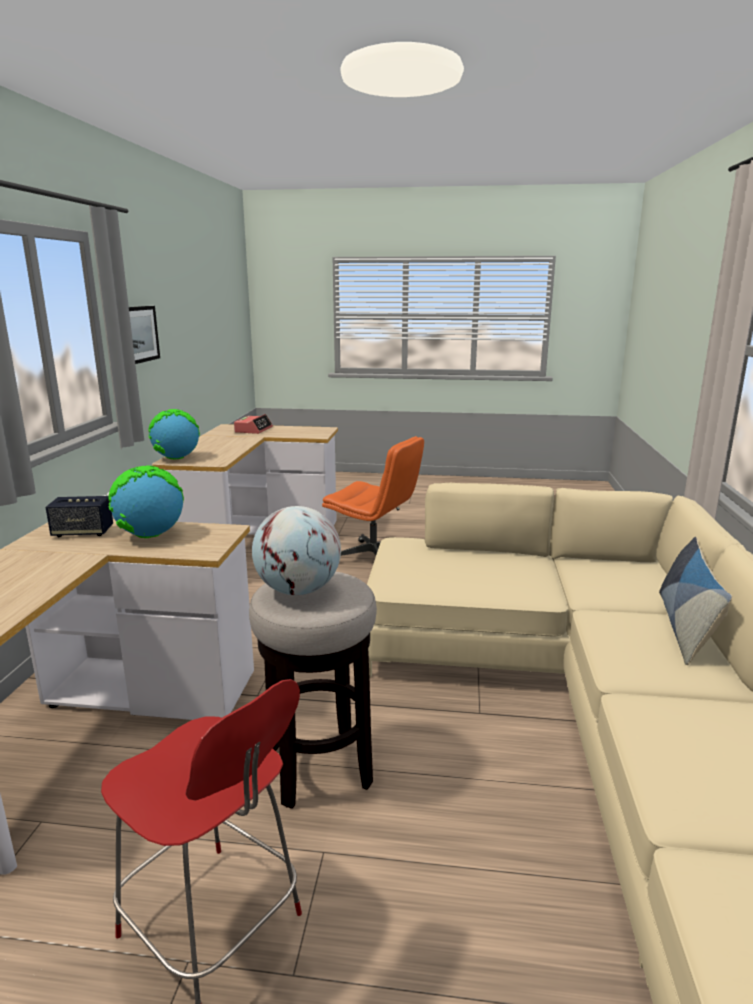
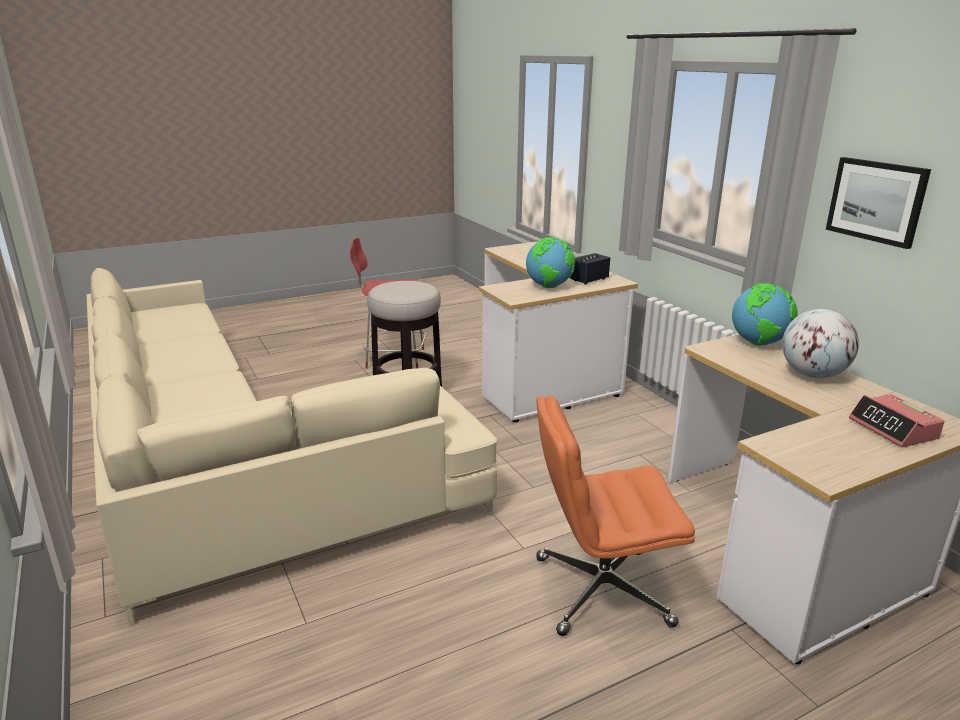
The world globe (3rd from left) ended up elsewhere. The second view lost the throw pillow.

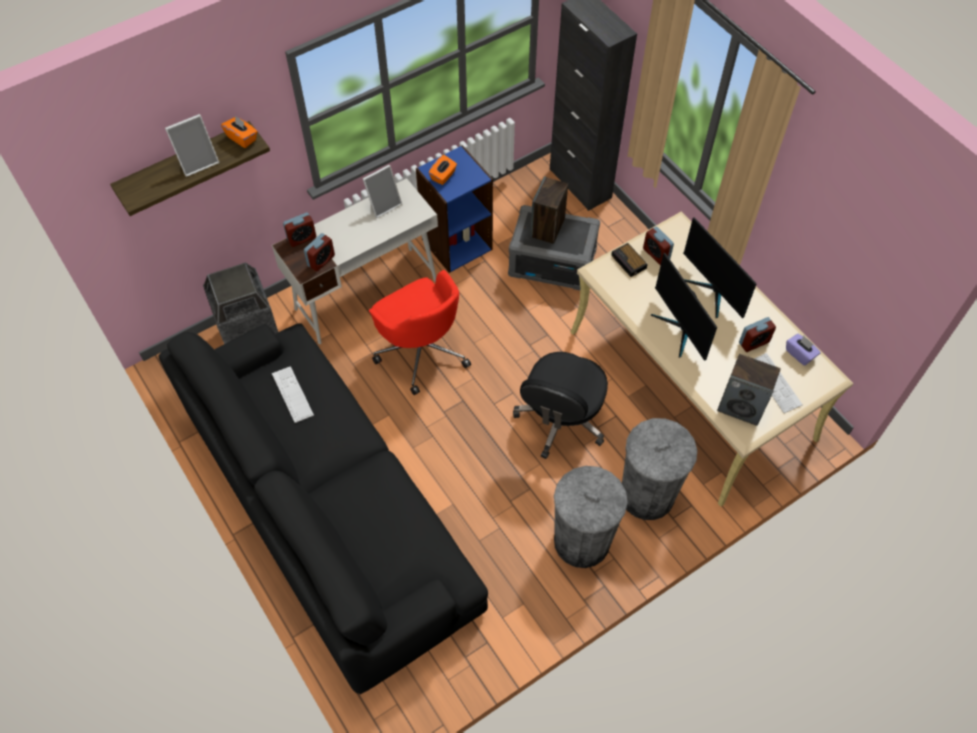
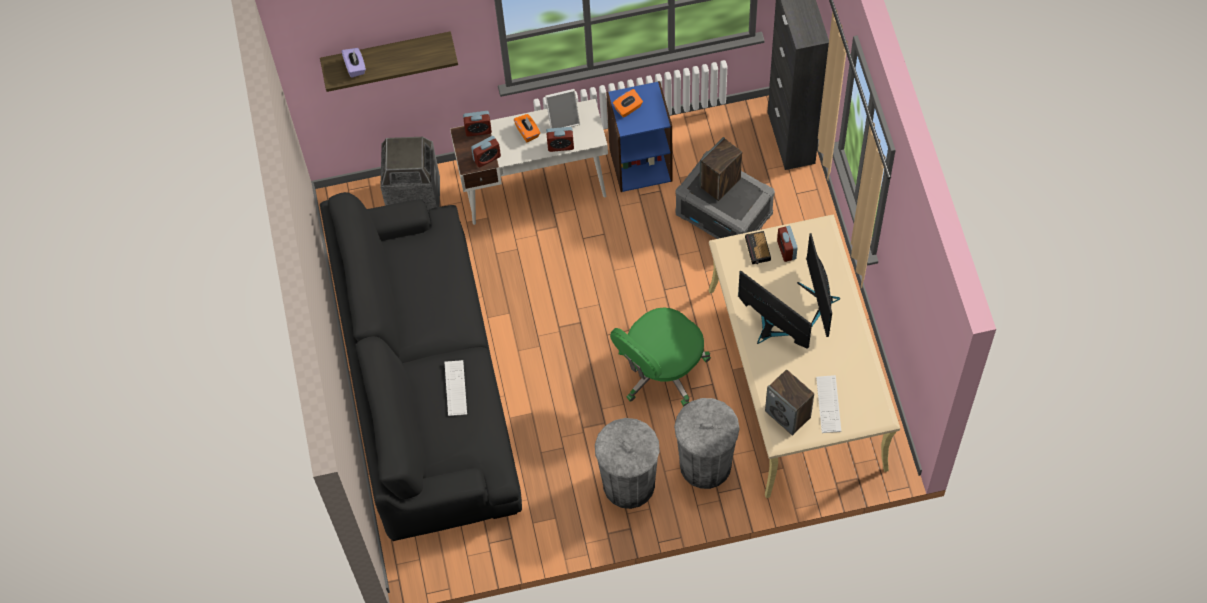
The second view lost the standing frame (1st from left). The orangey tissue holder (1st from left) ended up elsewhere. The monitor (1st from left) ended up facing another way, 135 degrees clockwise from before. The second view lost the red desk chair. The alarm clock (5th from left in the first image) ended up elsewhere. The purple tissue holder ended up elsewhere. What was the blackish desk chair turned into the greenish desk chair. The PC keyboard (1st from left) ended up elsewhere.

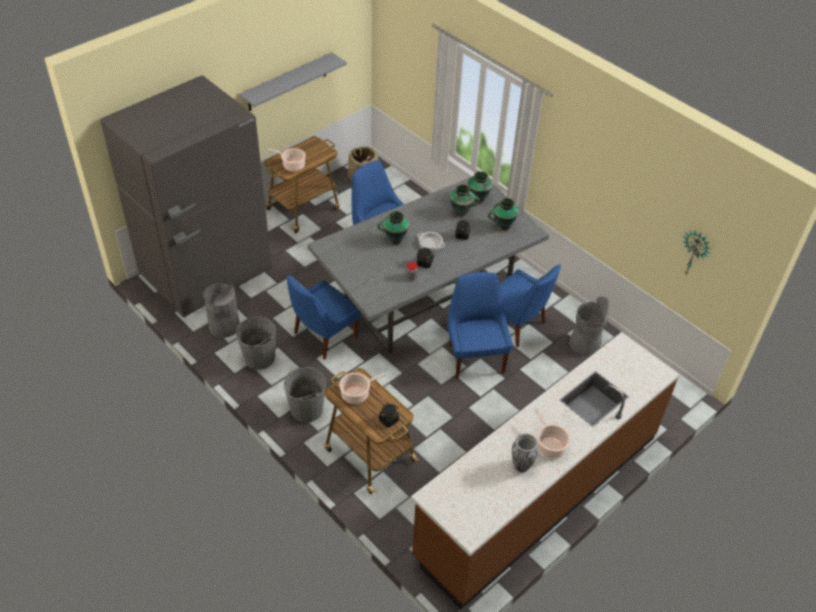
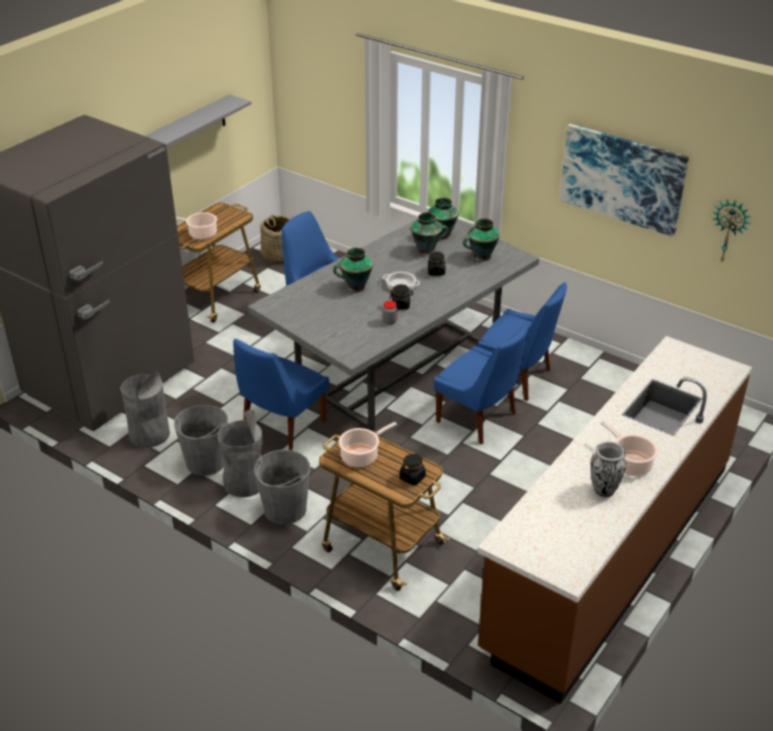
The bluish chair (3rd from left) ended up facing another way, 150 degrees clockwise from before. The greyish trash can (2nd from left) ended up elsewhere. The second view gained the wall picture.

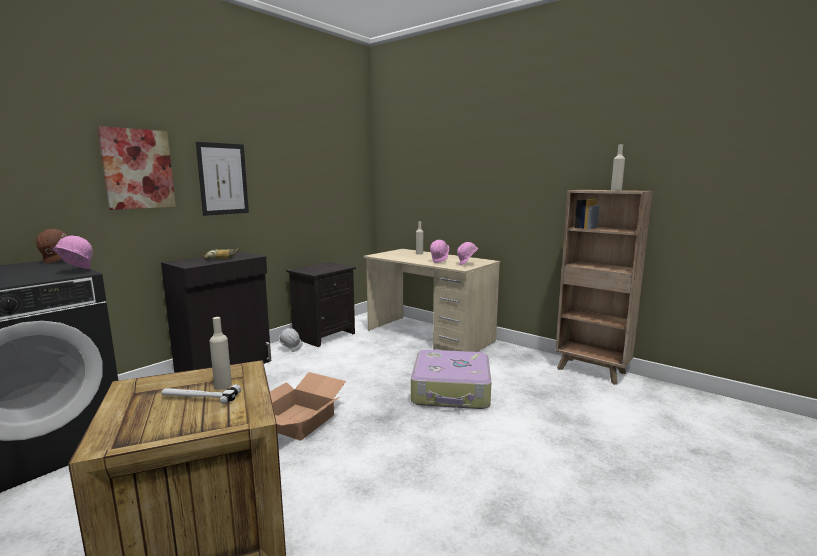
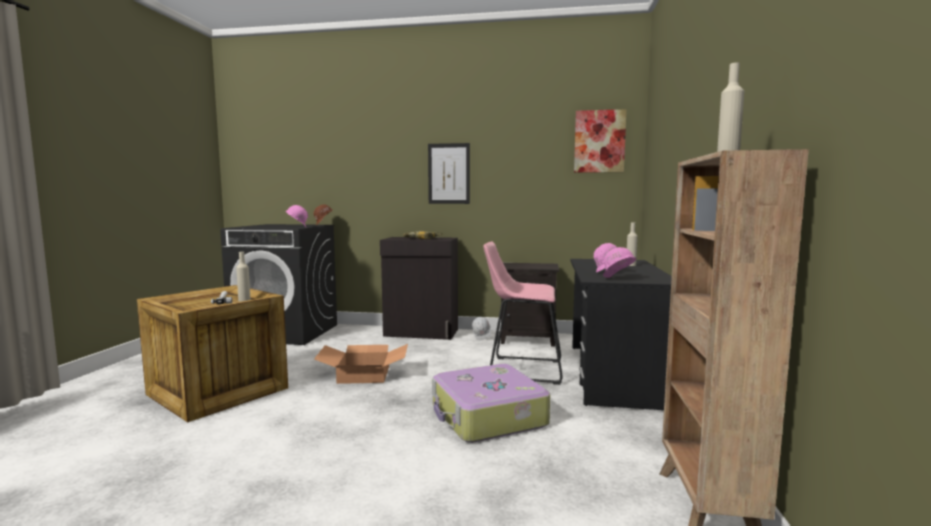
The wall picture (1st from left in the first image) ended up elsewhere. What was the sand-coloured desk turned into the blackish desk. The second view gained the pink-coloured stool.

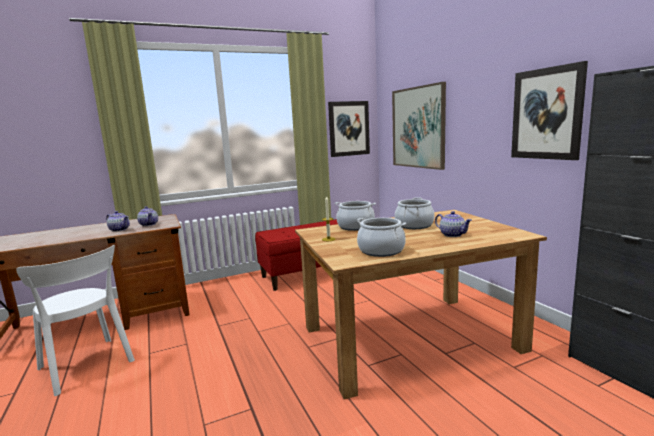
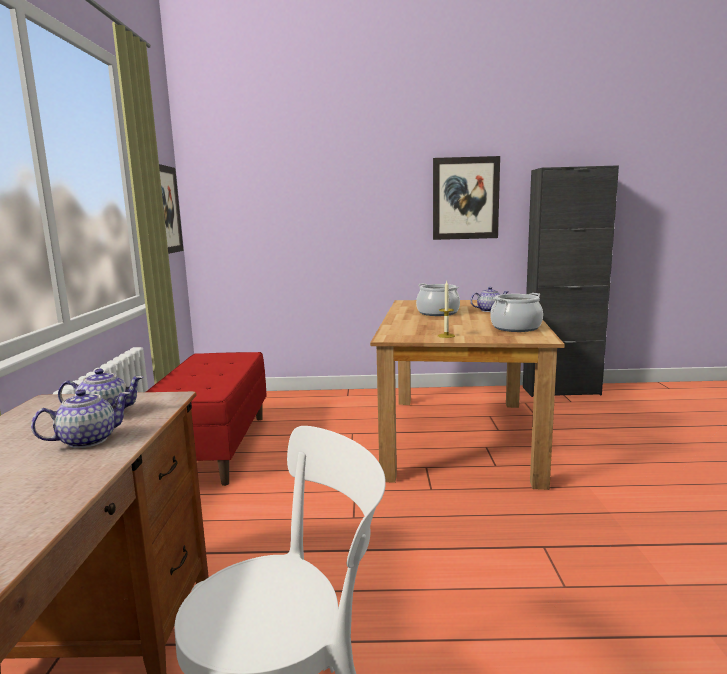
The second view lost the wall picture (2nd from left). The second view lost the cooking pot (1st from left).

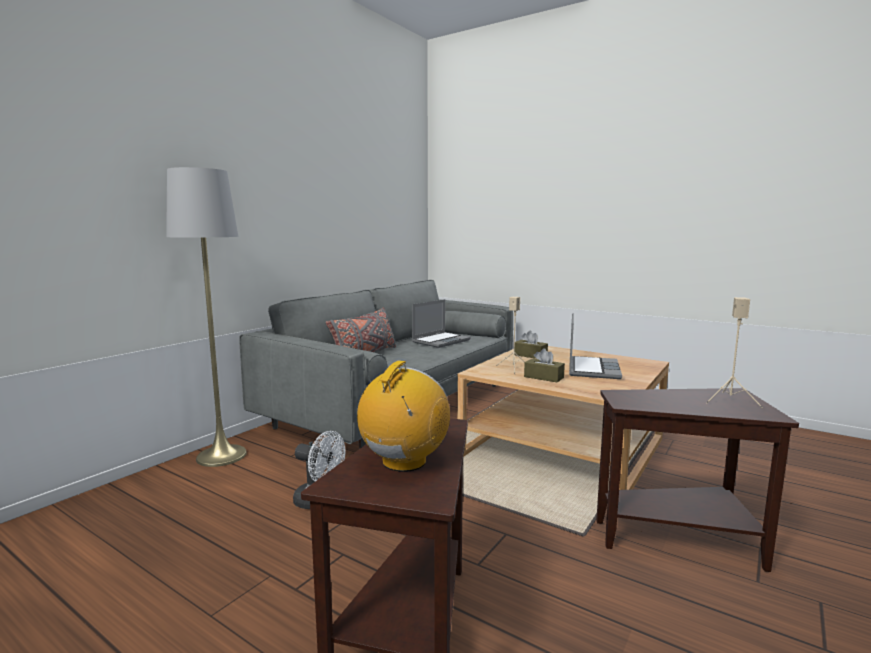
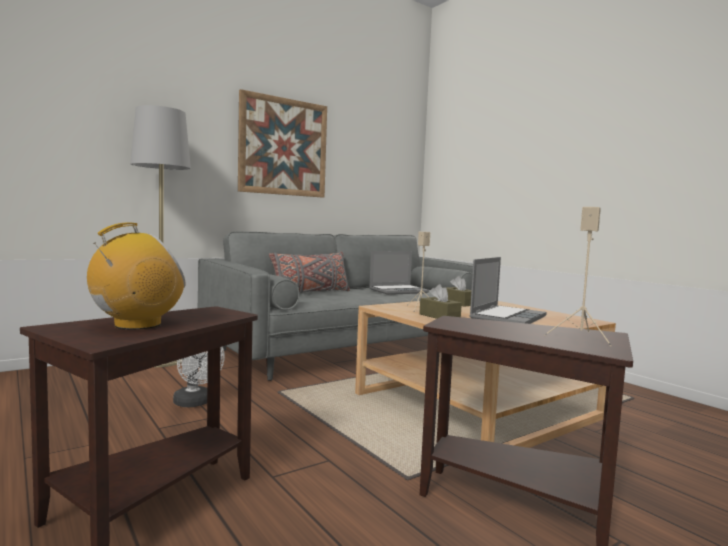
The second view gained the wall picture.

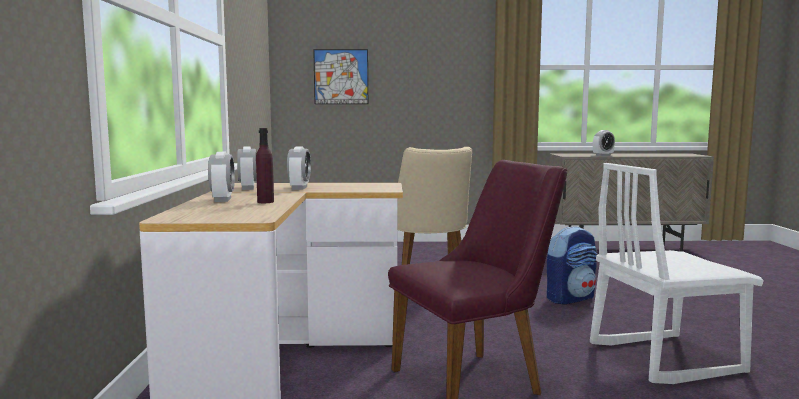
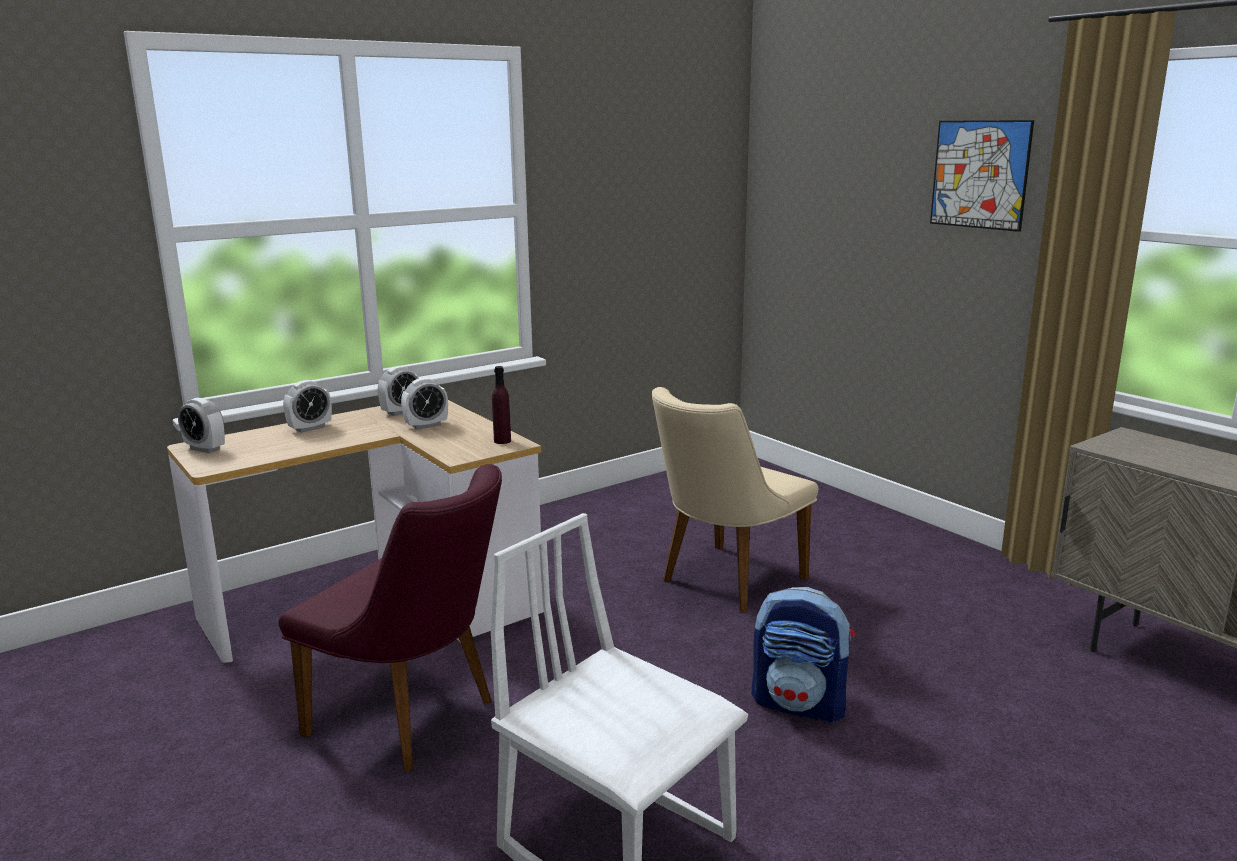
The wall picture ended up elsewhere. The purple drink bottle ended up elsewhere. The alarm clock (4th from left in the first image) ended up elsewhere.

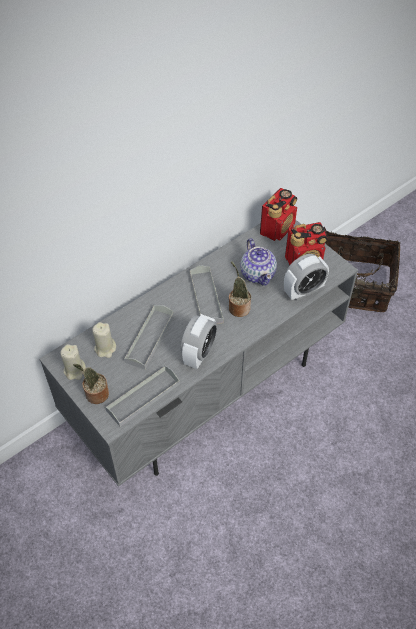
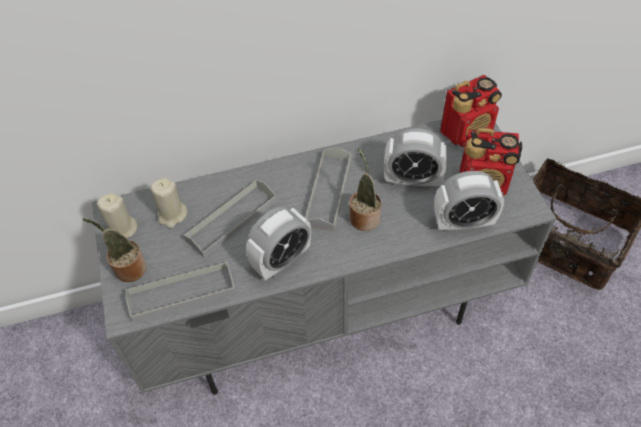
Where the teapot stood, the alarm clock (2nd from left) came to stand.

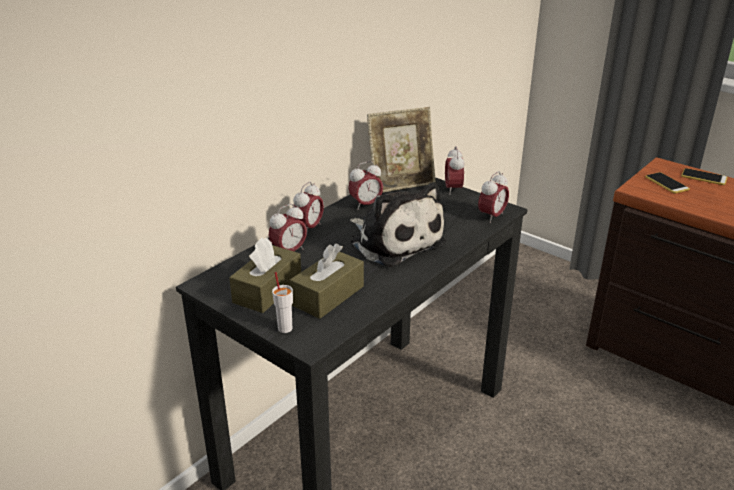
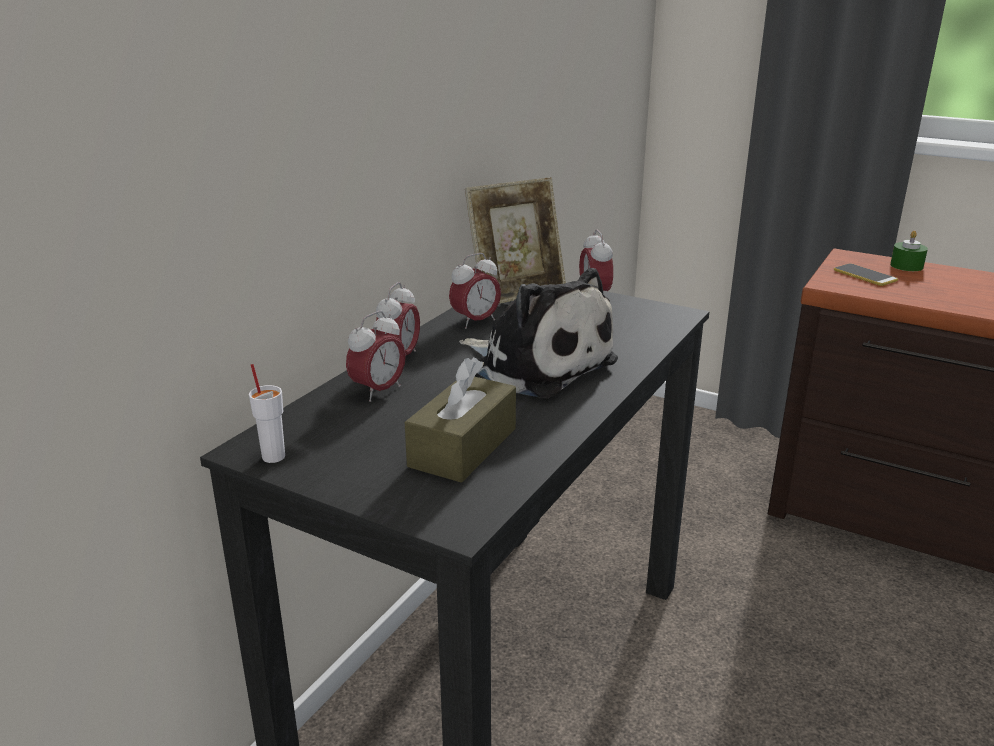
Where the handset (2nd from left) stood, the greenish wax candle came to stand. The second view lost the alarm clock (5th from left). The second view lost the brown tissue holder (1st from left). The white-coloured small cup ended up elsewhere.

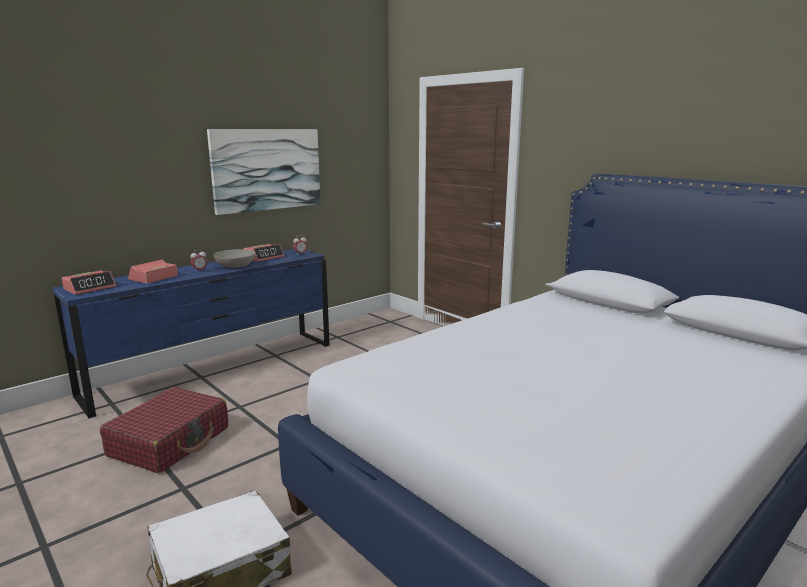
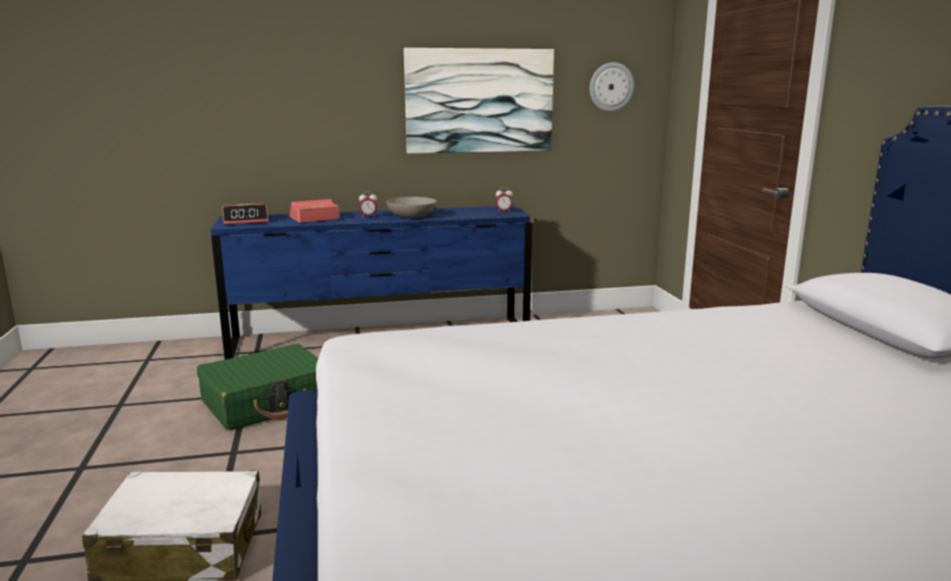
The second view lost the alarm clock (4th from left). What was the red travel case turned into the greenish travel case. The second view gained the wall clock.

